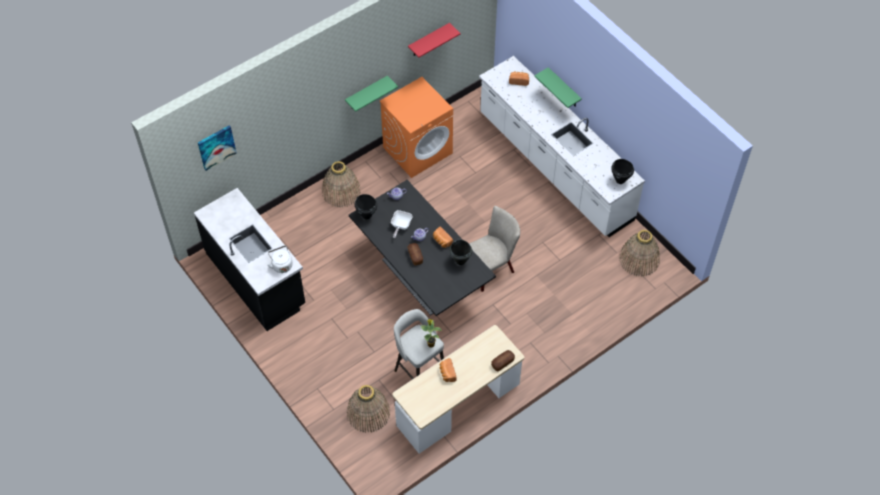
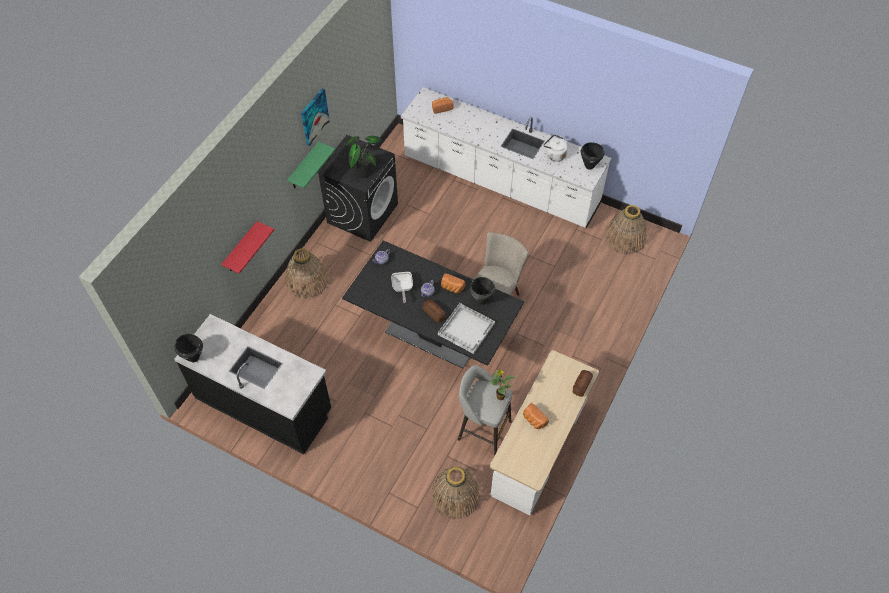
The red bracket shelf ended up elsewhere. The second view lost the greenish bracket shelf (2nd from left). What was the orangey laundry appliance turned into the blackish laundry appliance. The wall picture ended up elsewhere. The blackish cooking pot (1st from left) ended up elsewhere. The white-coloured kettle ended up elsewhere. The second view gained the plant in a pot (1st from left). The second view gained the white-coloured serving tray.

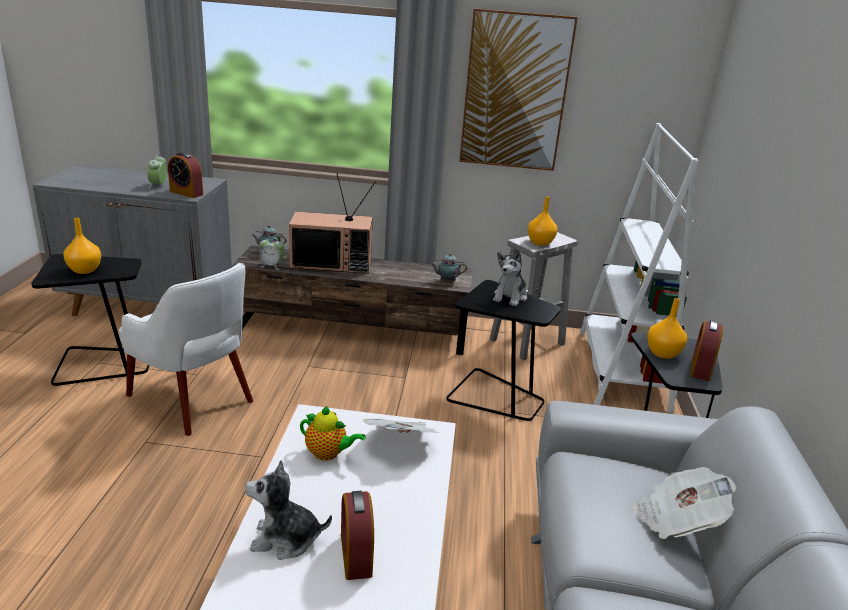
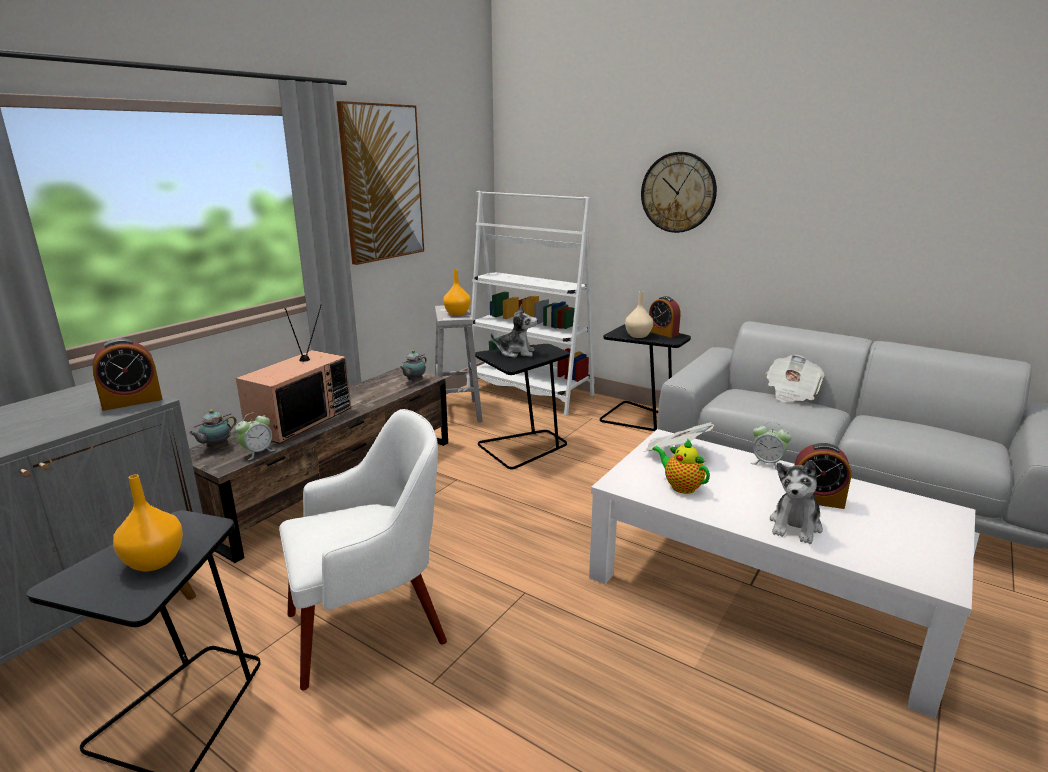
The alarm clock (1st from left in the first image) ended up elsewhere. The cuddly toy (2nd from left in the first image) ended up facing another way, 45 degrees counterclockwise from before. What was the orangey decorative vase (3rd from left) turned into the sand-coloured decorative vase. The teapot (2nd from left in the first image) ended up facing another way, 90 degrees counterclockwise from before. The second view gained the wall clock.

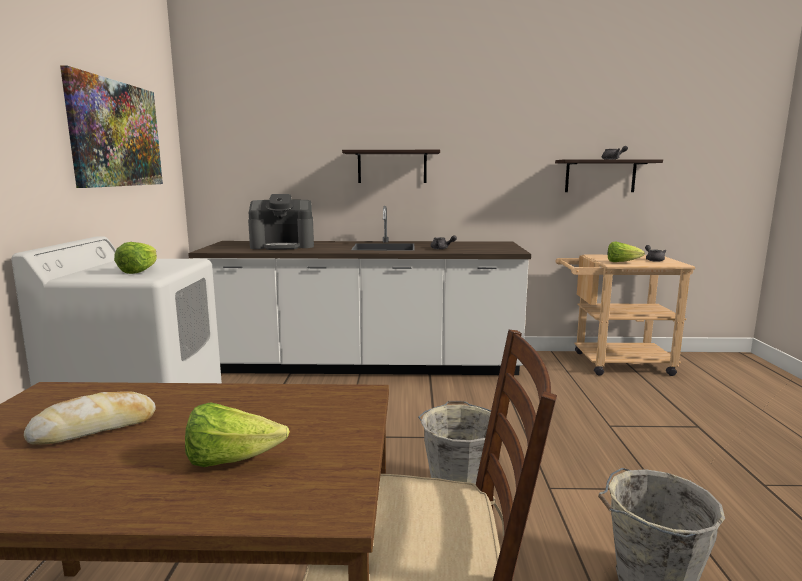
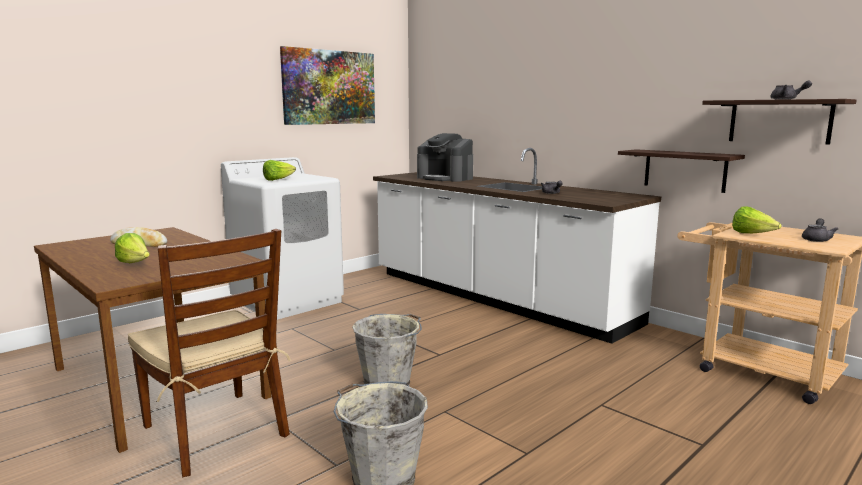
The bracket shelf (1st from left) ended up elsewhere.

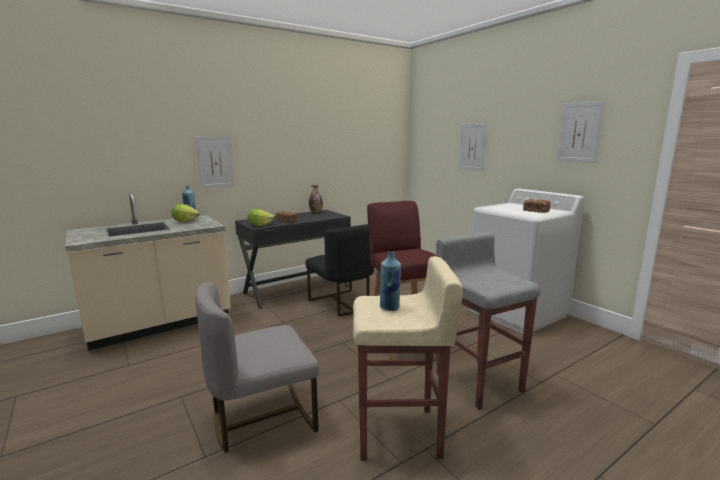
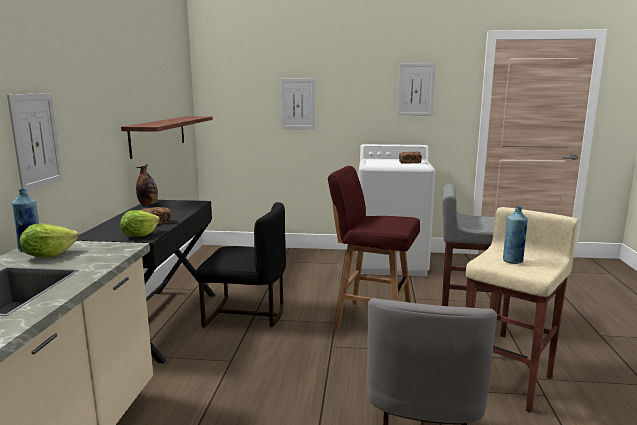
The second view gained the bracket shelf.

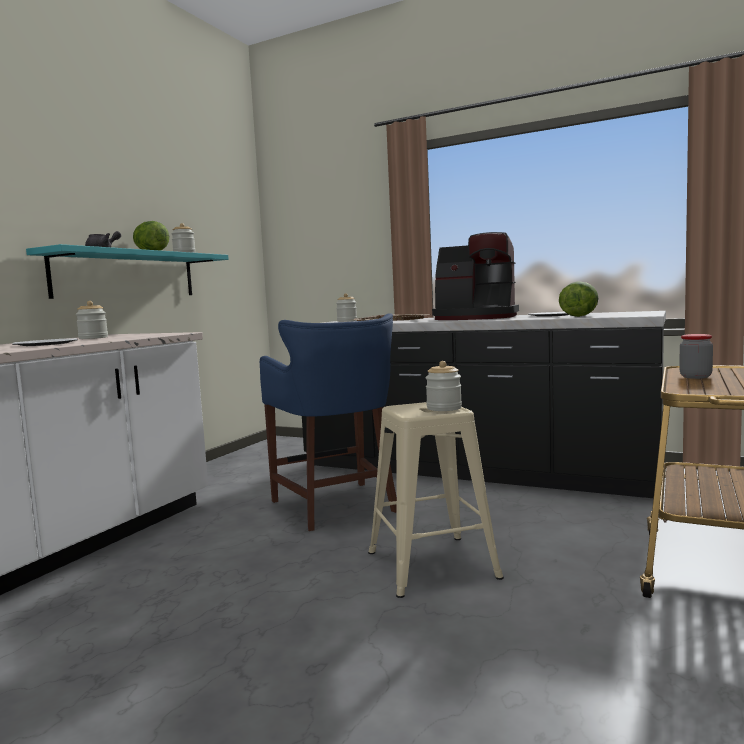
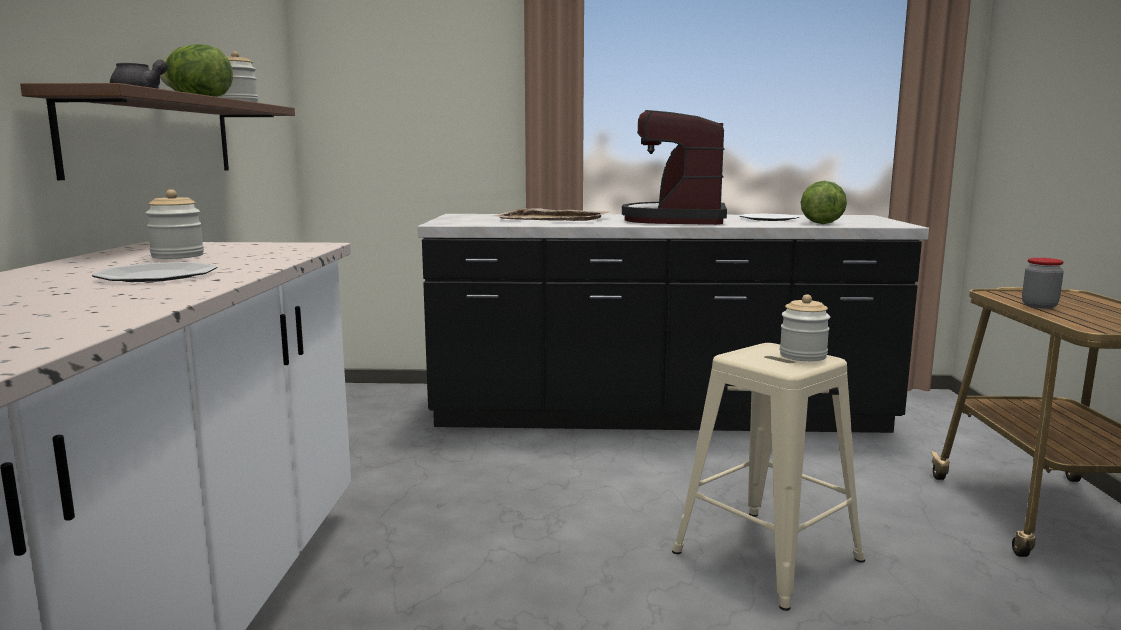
The coffee maker ended up facing another way, 105 degrees clockwise from before. What was the blue-green bracket shelf turned into the brown bracket shelf. The second view lost the storage jar (3rd from left). The second view lost the bluish stool.

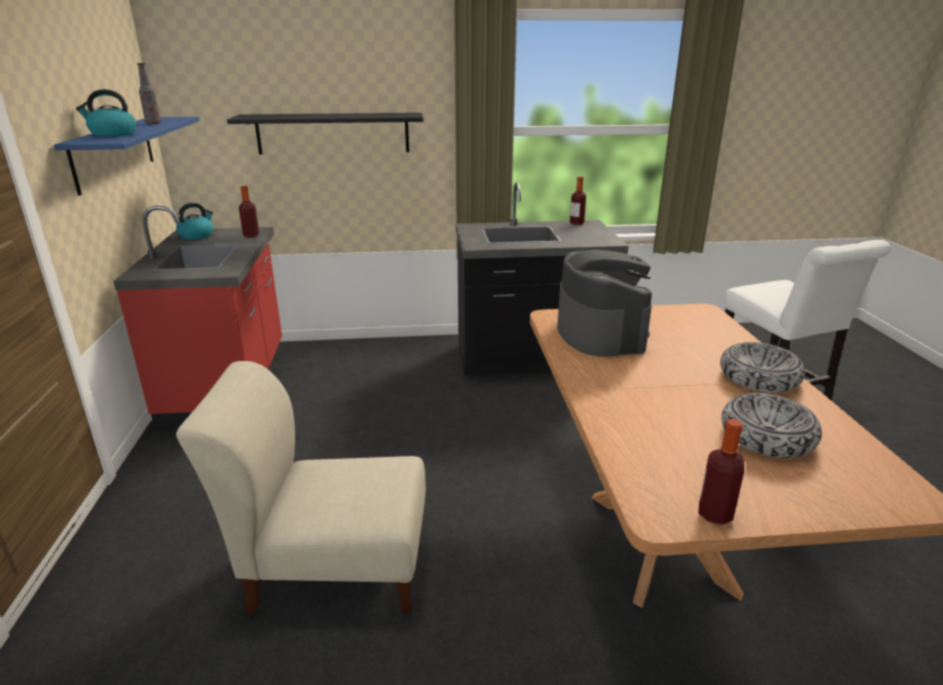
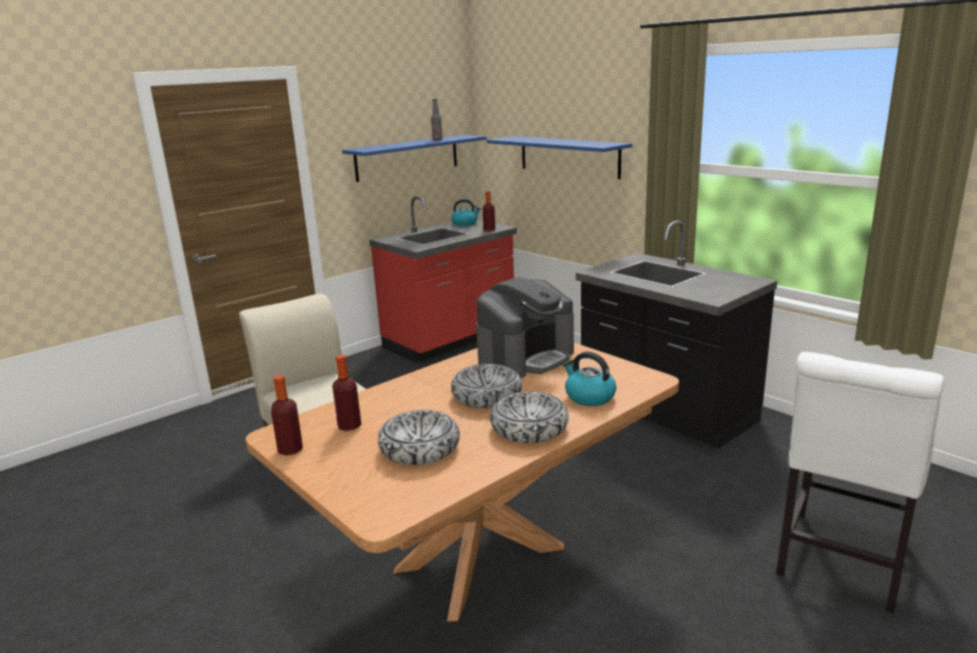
The kettle (1st from left in the first image) ended up elsewhere. What was the blackish bracket shelf turned into the bluish bracket shelf (2nd from left). The drink bottle (3rd from left in the first image) ended up elsewhere. The second view gained the deep dish (2nd from left).

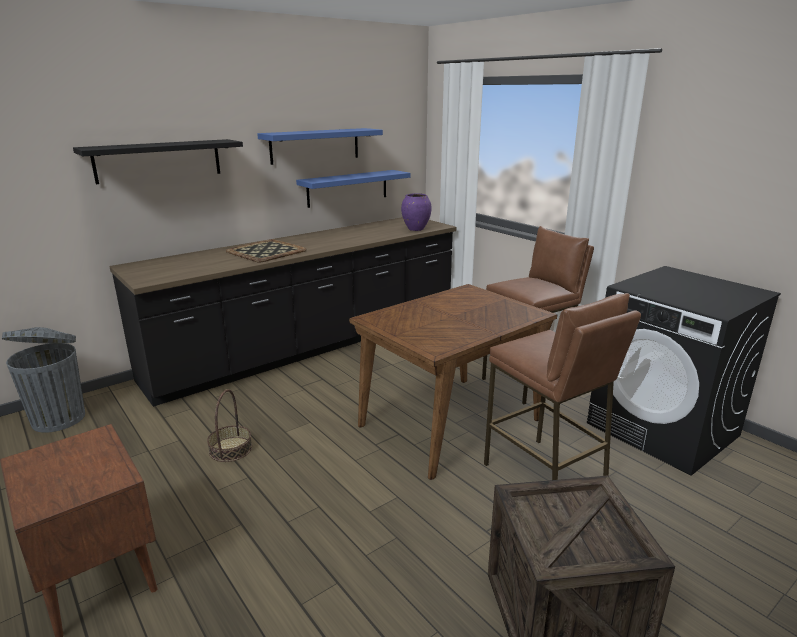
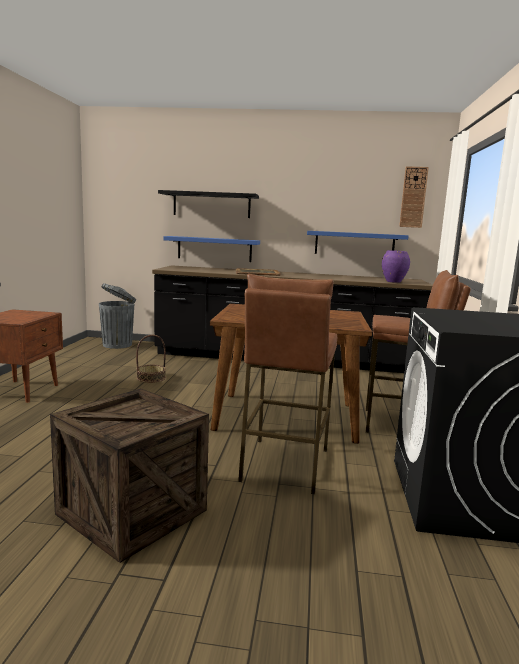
The bluish bracket shelf (1st from left) ended up elsewhere. The second view gained the wall clock.

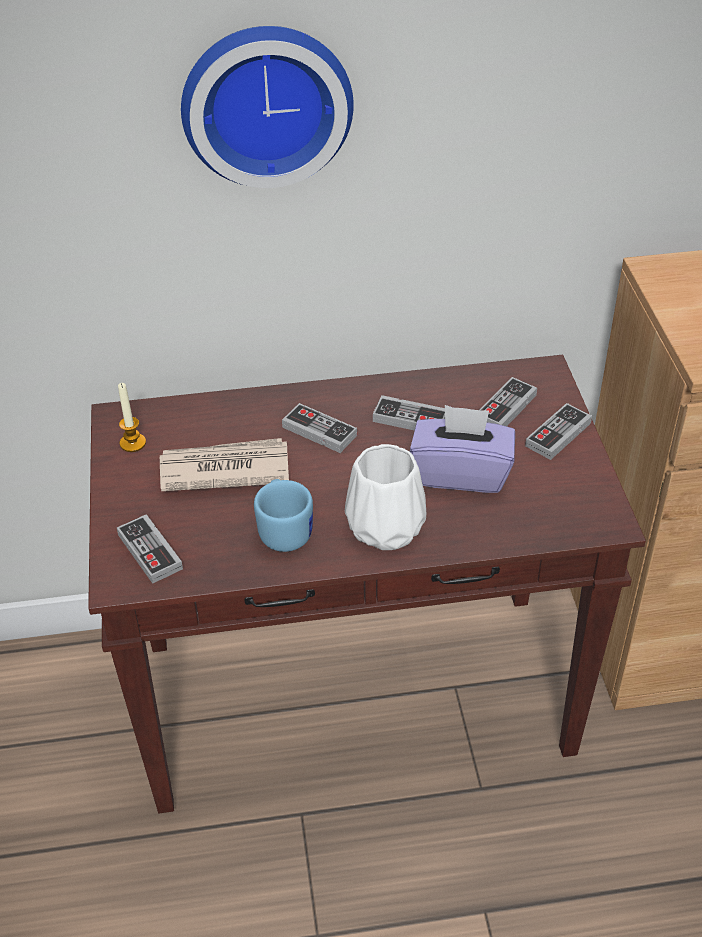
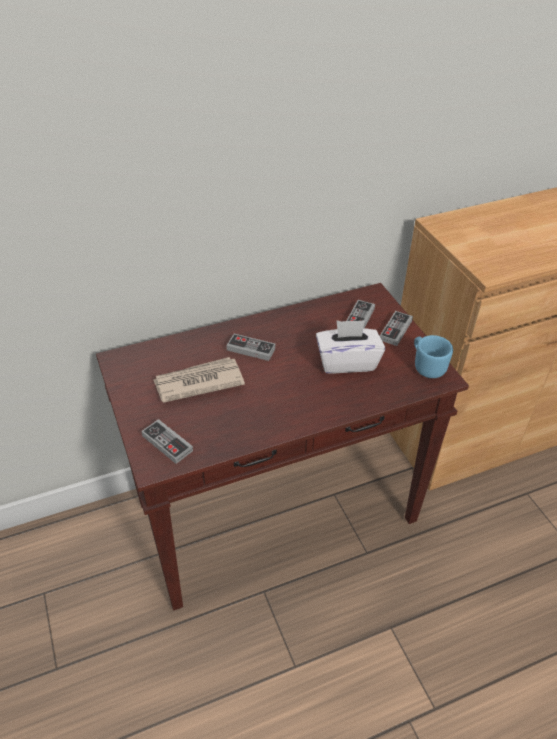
The second view lost the wall clock. The second view lost the wax candle. The second view lost the gamepad (3rd from left). What was the purple tissue holder turned into the white-coloured tissue holder. The second view lost the white-coloured decorative vase. The bluish mug ended up elsewhere.

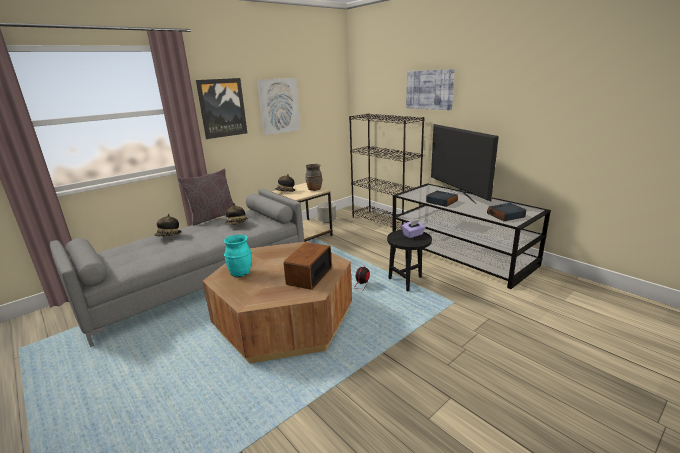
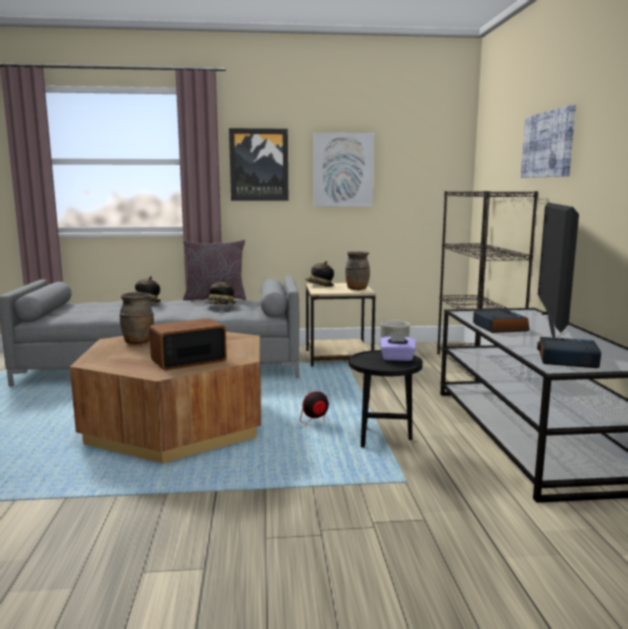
What was the blue-green decorative vase turned into the brown decorative vase (1st from left).

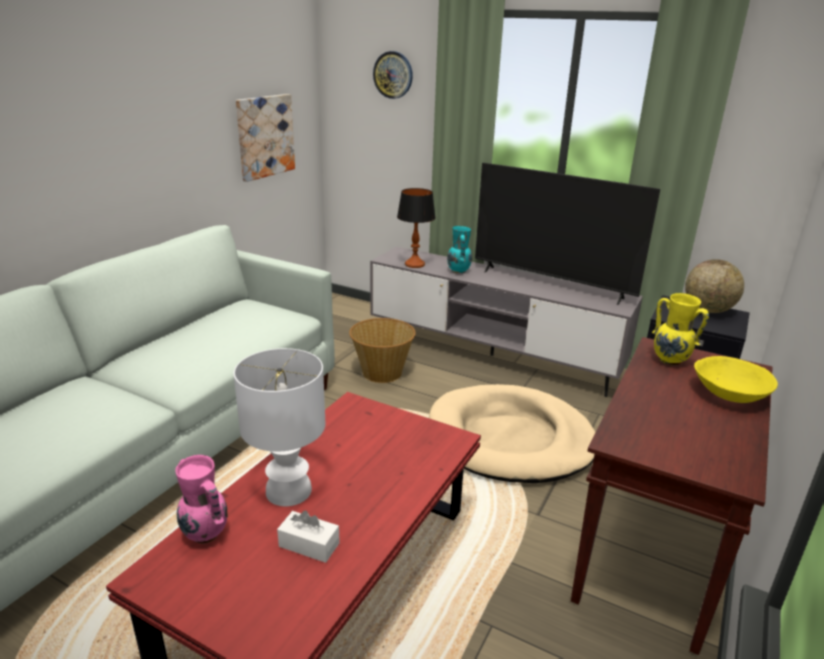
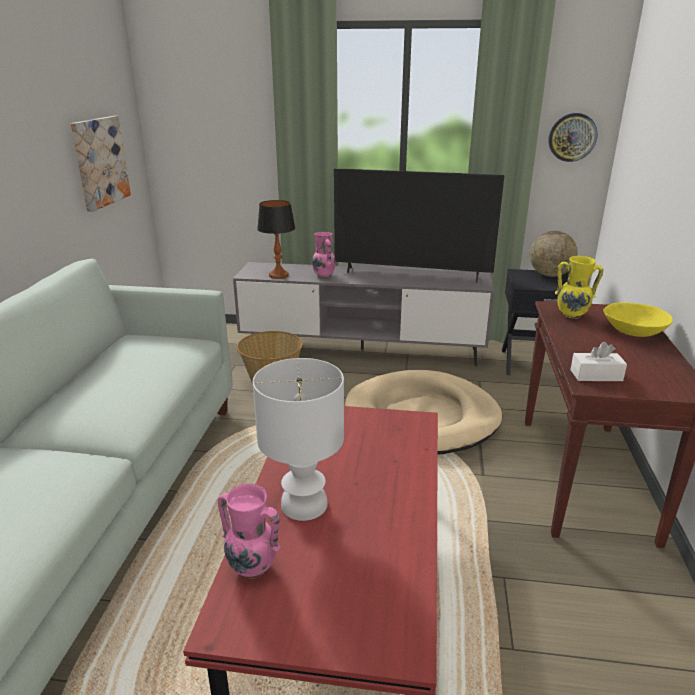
The wall clock ended up elsewhere. What was the blue-green decorative vase turned into the pink-coloured decorative vase (2nd from left). The white-coloured tissue holder ended up elsewhere.

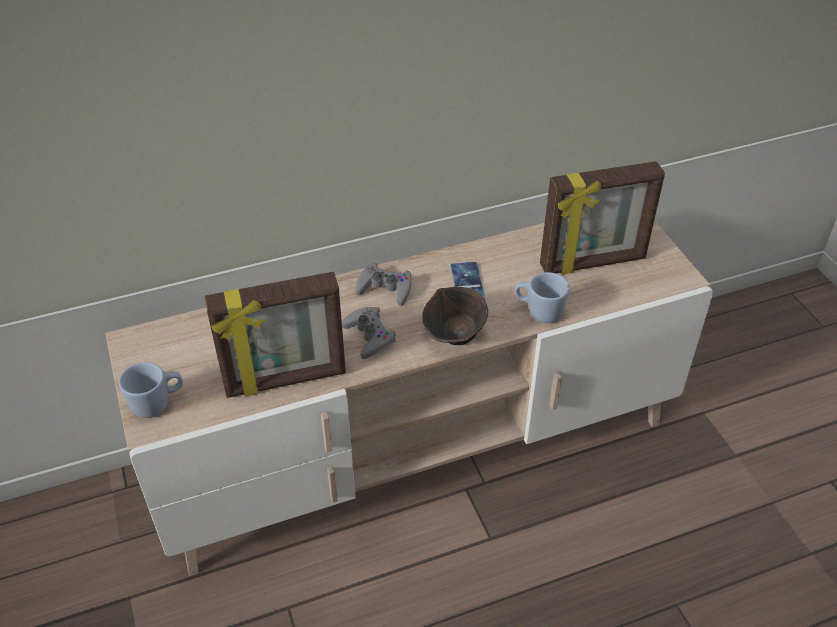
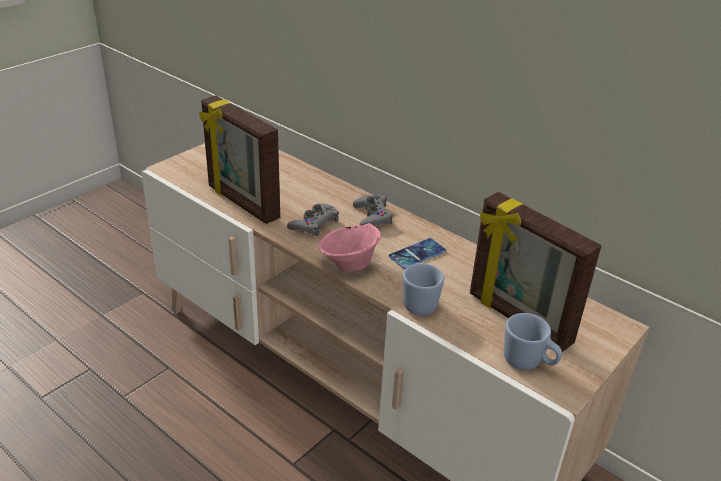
What was the brown deep dish turned into the pink-coloured deep dish. The bluish mug (1st from left in the first image) ended up elsewhere.

